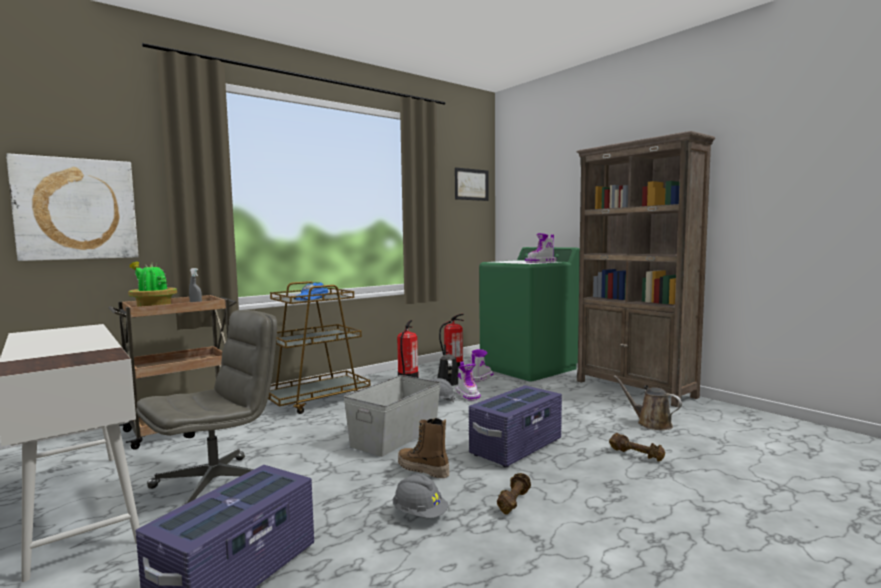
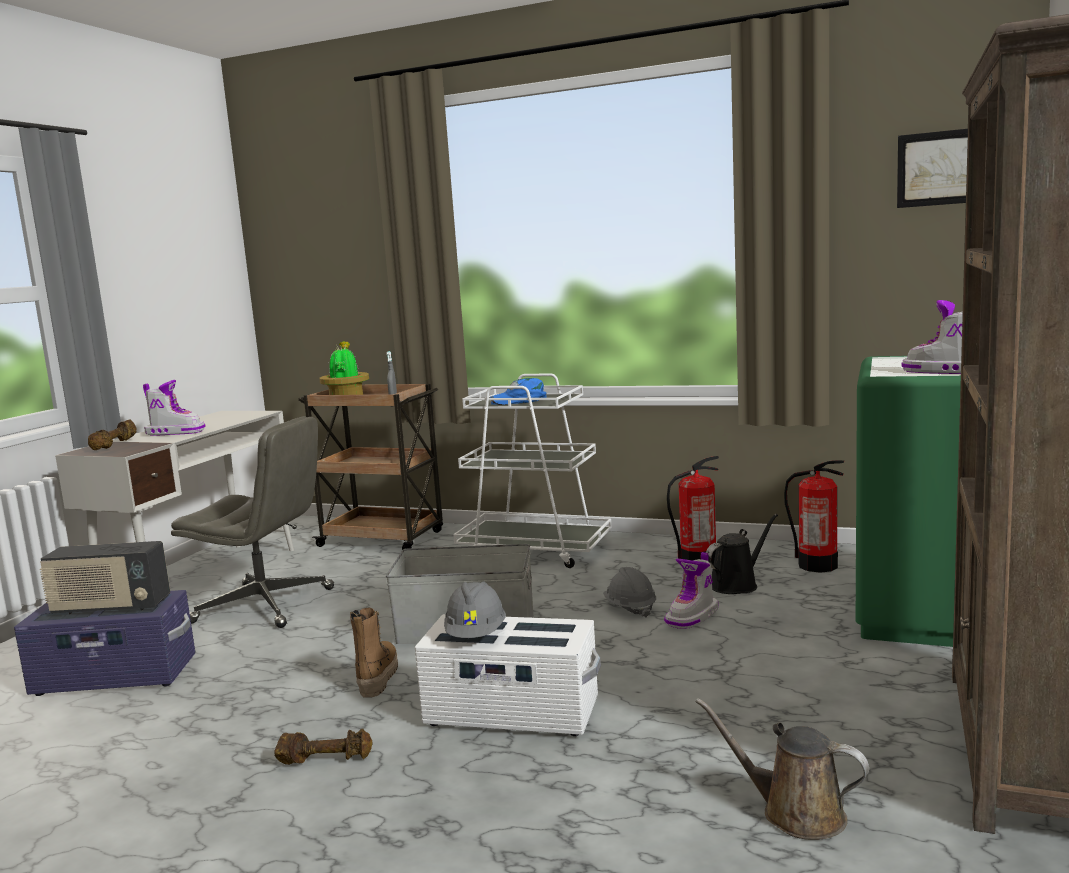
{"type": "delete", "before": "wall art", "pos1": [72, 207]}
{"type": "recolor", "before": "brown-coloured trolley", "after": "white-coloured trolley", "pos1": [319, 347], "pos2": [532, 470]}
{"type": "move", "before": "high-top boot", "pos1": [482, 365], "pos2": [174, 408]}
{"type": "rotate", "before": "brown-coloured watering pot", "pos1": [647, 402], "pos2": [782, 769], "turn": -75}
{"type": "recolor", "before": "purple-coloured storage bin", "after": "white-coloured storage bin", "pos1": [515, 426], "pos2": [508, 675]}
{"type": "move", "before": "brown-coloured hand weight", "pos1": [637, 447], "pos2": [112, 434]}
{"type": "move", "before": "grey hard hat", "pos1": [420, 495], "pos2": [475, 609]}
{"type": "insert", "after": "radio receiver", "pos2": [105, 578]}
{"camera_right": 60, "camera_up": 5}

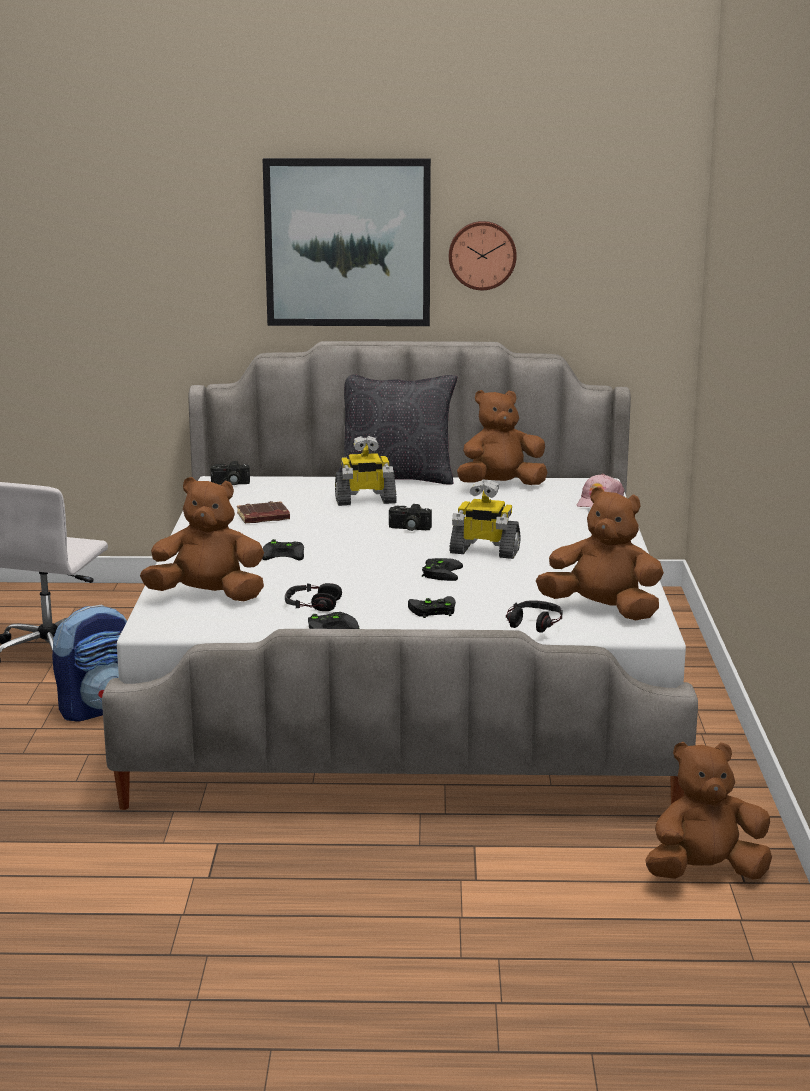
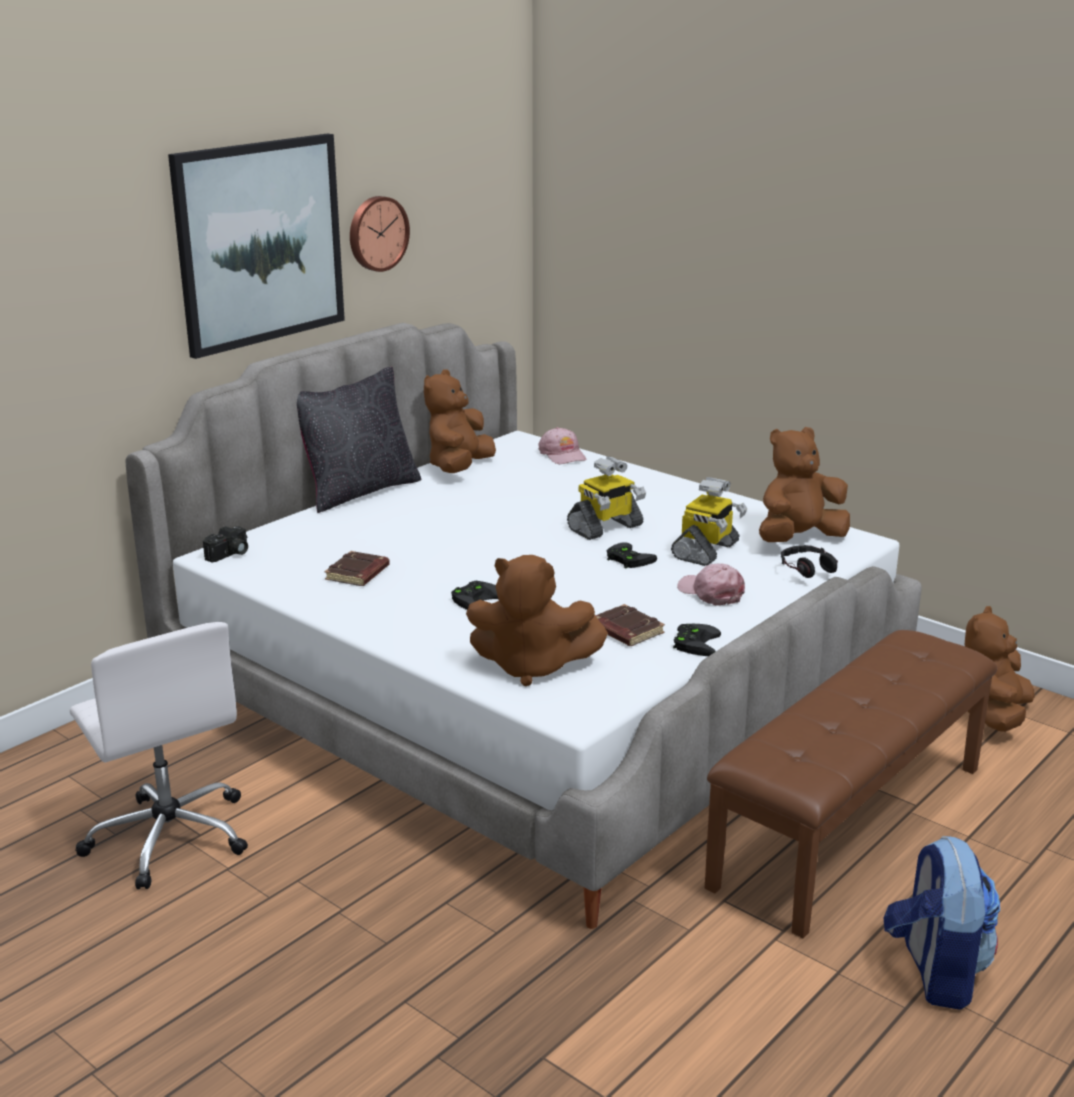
{"type": "move", "before": "toy robot", "pos1": [366, 471], "pos2": [709, 521]}
{"type": "rotate", "before": "brown-coloured plush toy", "pos1": [202, 539], "pos2": [537, 620], "turn": -120}
{"type": "delete", "before": "photo camera", "pos1": [410, 517]}
{"type": "replace", "before": "headphones", "after": "brown-coloured volume", "pos1": [313, 597], "pos2": [630, 625]}
{"type": "replace", "before": "black-coloured gamepad", "after": "pink baseball cap", "pos1": [432, 607], "pos2": [711, 585]}
{"type": "move", "before": "rucksack", "pos1": [89, 663], "pos2": [942, 922]}
{"type": "insert", "after": "brown-coloured bench", "pos2": [851, 784]}
{"camera_right": -50, "camera_up": 5}

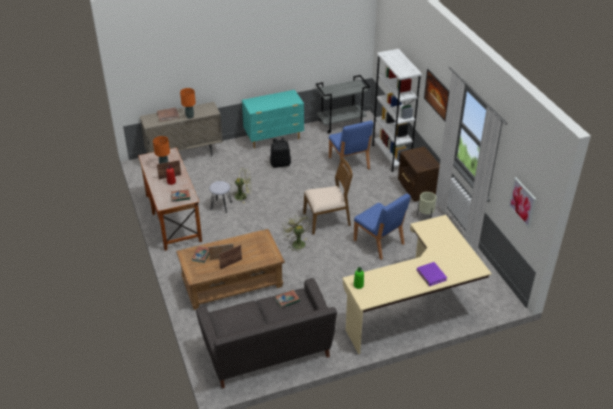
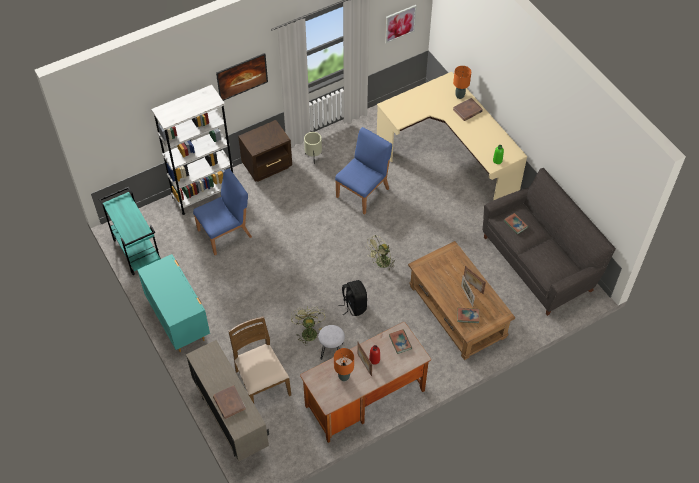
{"type": "recolor", "before": "grey trolley", "after": "turquoise-coloured trolley", "pos1": [343, 104], "pos2": [130, 231]}
{"type": "move", "before": "orange tabletop lamp", "pos1": [188, 103], "pos2": [462, 82]}
{"type": "move", "before": "black-coloured rucksack", "pos1": [280, 152], "pos2": [352, 298]}
{"type": "move", "before": "brown-coloured chair", "pos1": [328, 196], "pos2": [259, 359]}
{"type": "recolor", "before": "purple-coloured volume", "after": "brown-coloured volume", "pos1": [432, 274], "pos2": [468, 109]}
{"camera_right": -100, "camera_up": 15}

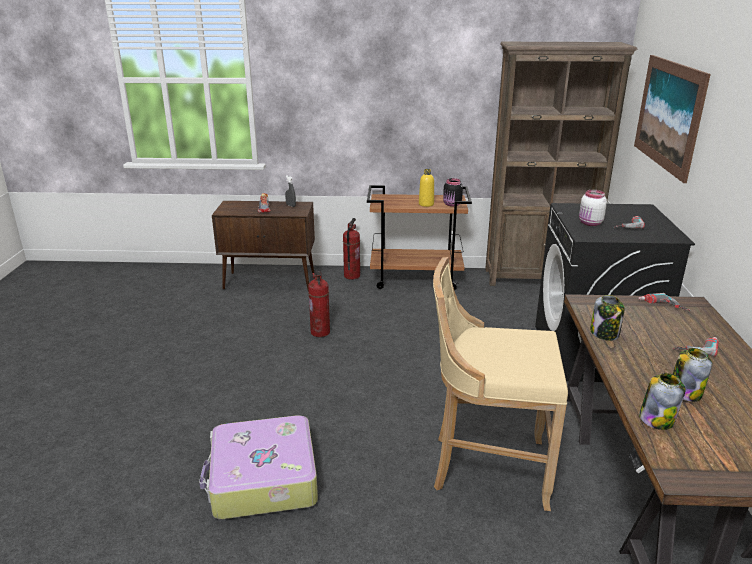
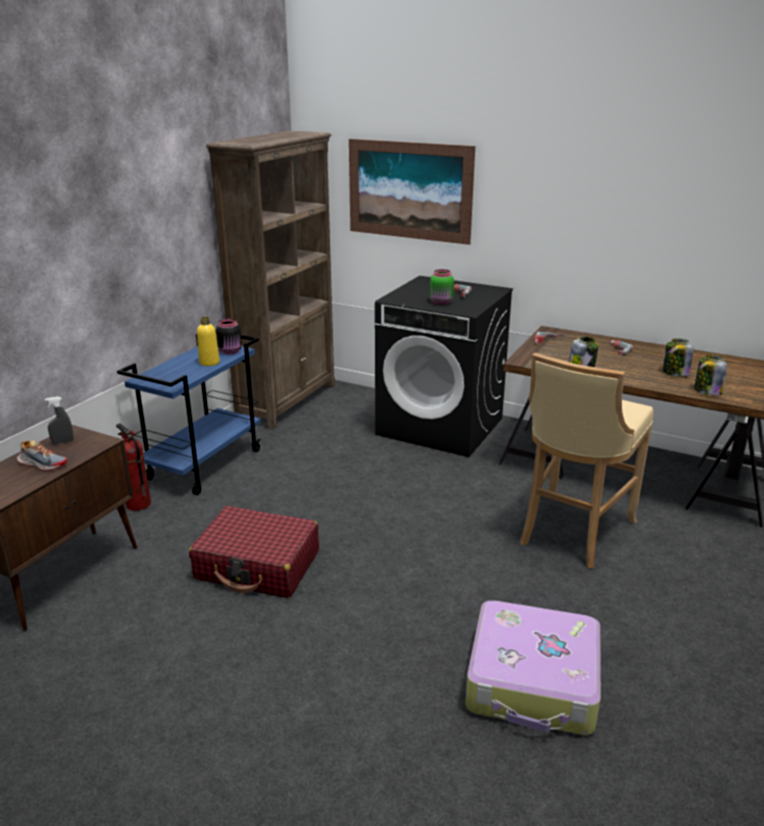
{"type": "recolor", "before": "brown-coloured trolley", "after": "blue trolley", "pos1": [419, 237], "pos2": [189, 412]}
{"type": "recolor", "before": "white-coloured preserve jar", "after": "green-coloured preserve jar", "pos1": [593, 208], "pos2": [442, 287]}
{"type": "replace", "before": "extinguisher", "after": "reddish piece of luggage", "pos1": [319, 304], "pos2": [254, 552]}
{"camera_right": -65, "camera_up": 0}

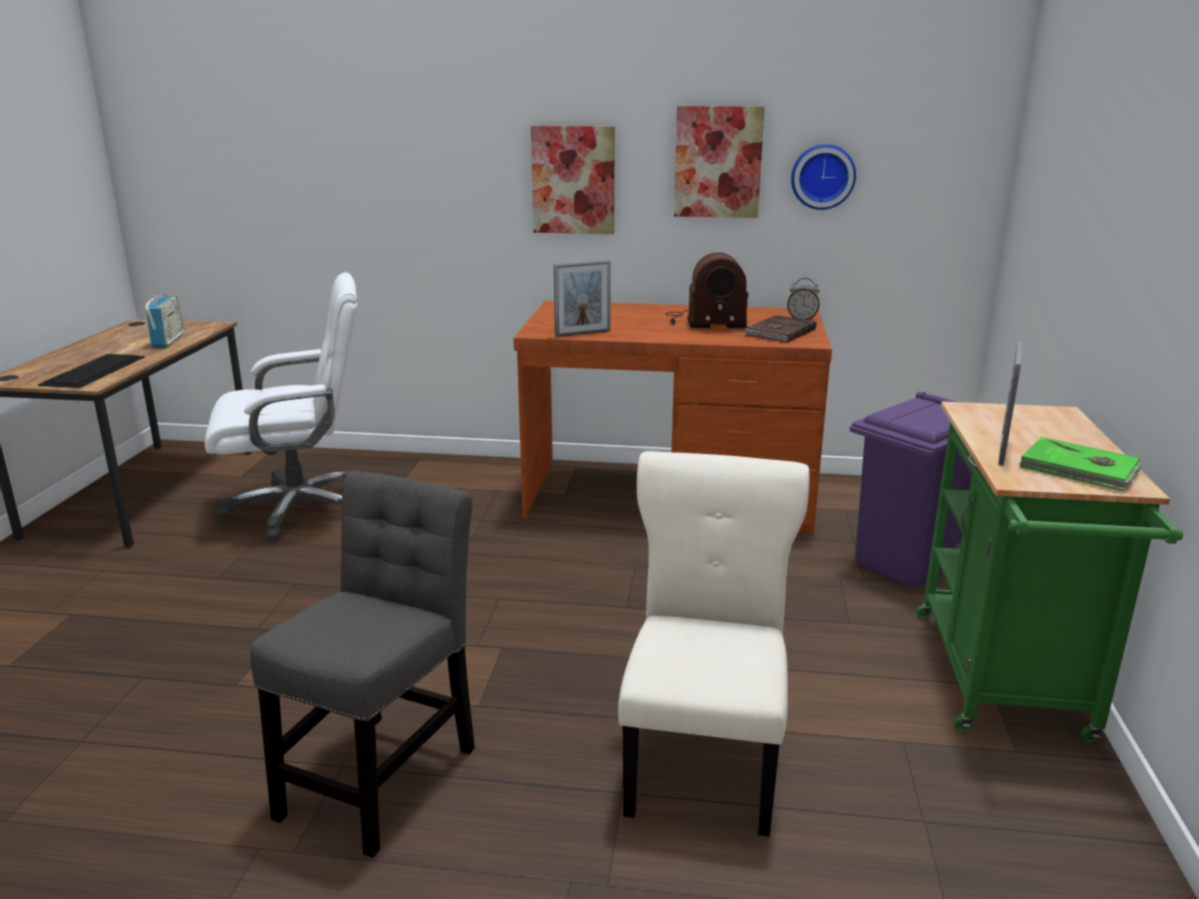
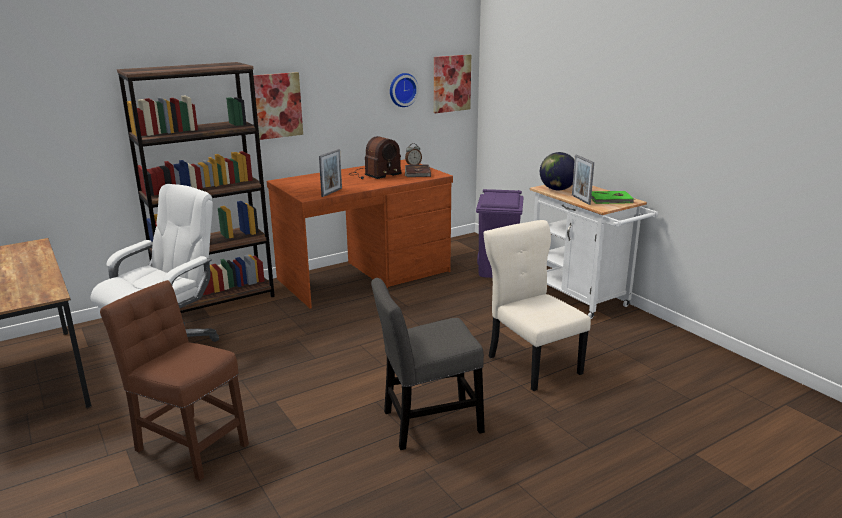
{"type": "move", "before": "wall art", "pos1": [719, 162], "pos2": [452, 84]}
{"type": "delete", "before": "radio receiver", "pos1": [164, 321]}
{"type": "delete", "before": "computer keyboard", "pos1": [91, 371]}
{"type": "recolor", "before": "green-coloured trolley", "after": "white-coloured trolley", "pos1": [1049, 572], "pos2": [594, 252]}
{"type": "rotate", "before": "grey chair", "pos1": [362, 664], "pos2": [428, 364], "turn": -90}
{"type": "insert", "after": "brown-coloured bookshelf", "pos2": [196, 187]}
{"type": "insert", "after": "desk globe", "pos2": [557, 171]}
{"type": "insert", "after": "brown-coloured chair", "pos2": [174, 380]}
{"camera_right": -40, "camera_up": 0}

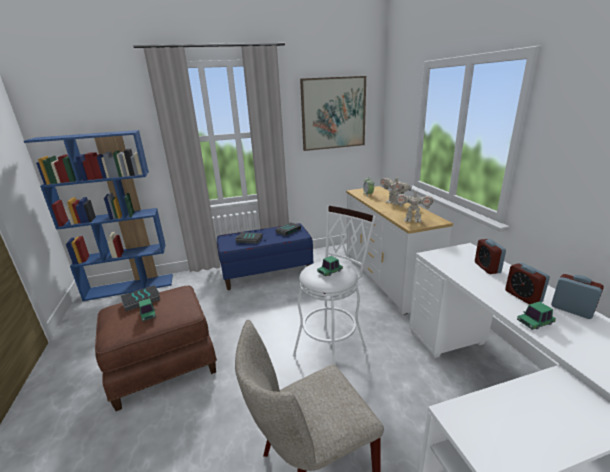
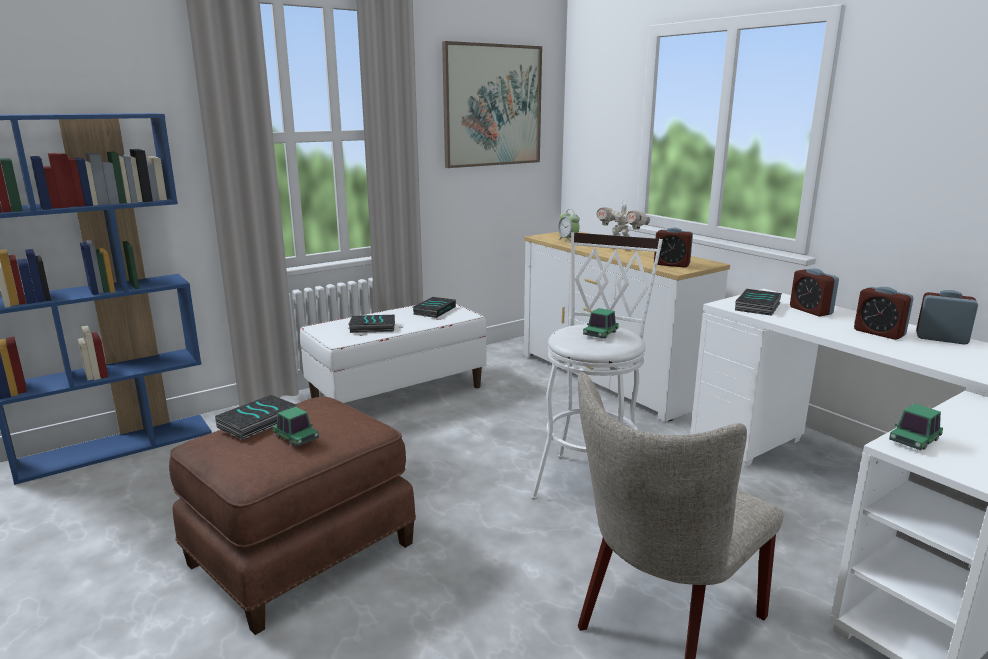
{"type": "replace", "before": "toy robot", "after": "bedside clock", "pos1": [415, 205], "pos2": [673, 248]}
{"type": "recolor", "before": "blue bench", "after": "white-coloured bench", "pos1": [265, 256], "pos2": [393, 354]}
{"type": "move", "before": "model car", "pos1": [536, 316], "pos2": [916, 427]}
{"type": "insert", "after": "volume", "pos2": [758, 302]}
{"camera_right": -20, "camera_up": -5}

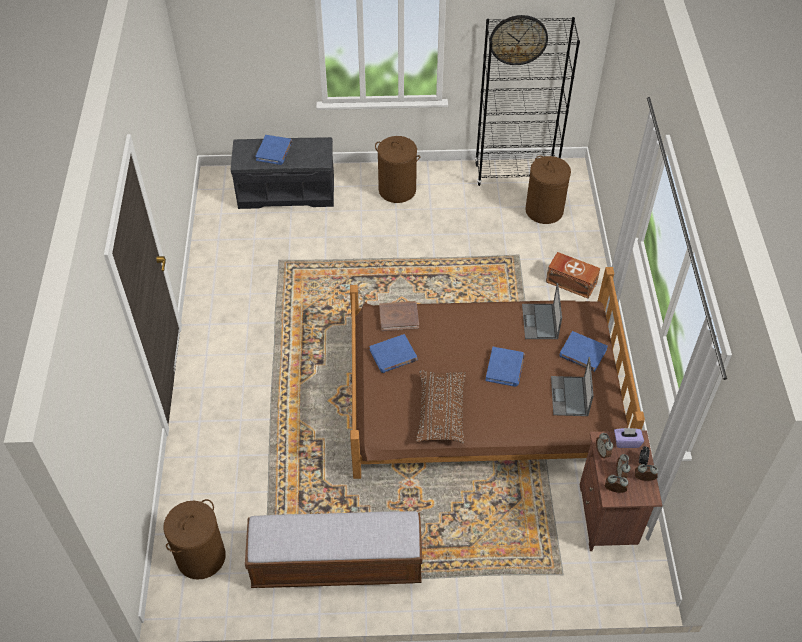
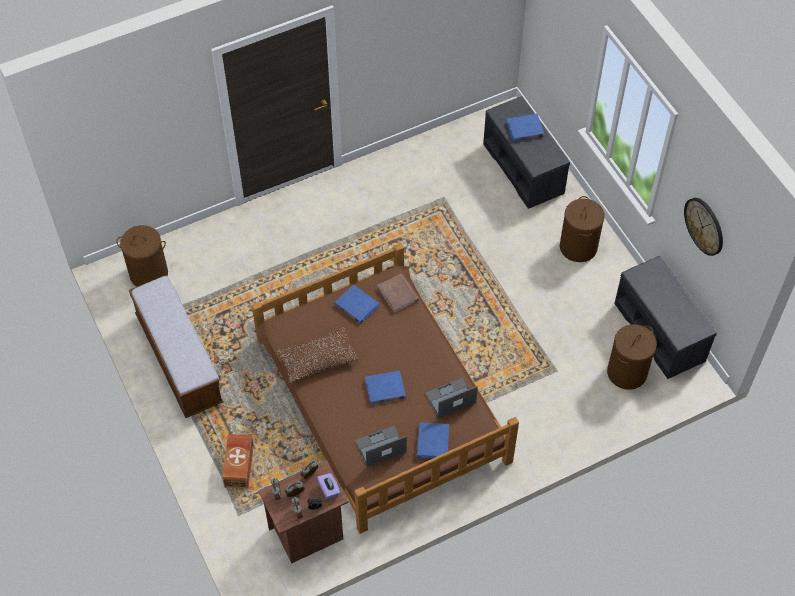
{"type": "replace", "before": "black-coloured bookshelf", "after": "grey bench", "pos1": [527, 101], "pos2": [665, 317]}
{"type": "move", "before": "brown-coloured storage bin", "pos1": [573, 275], "pos2": [238, 461]}
{"camera_right": 65, "camera_up": 5}

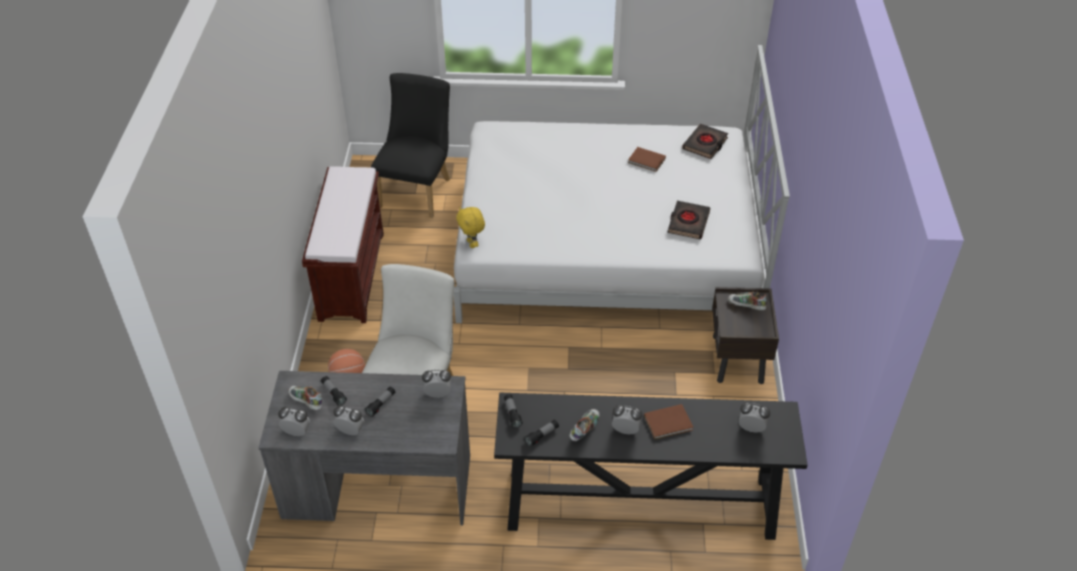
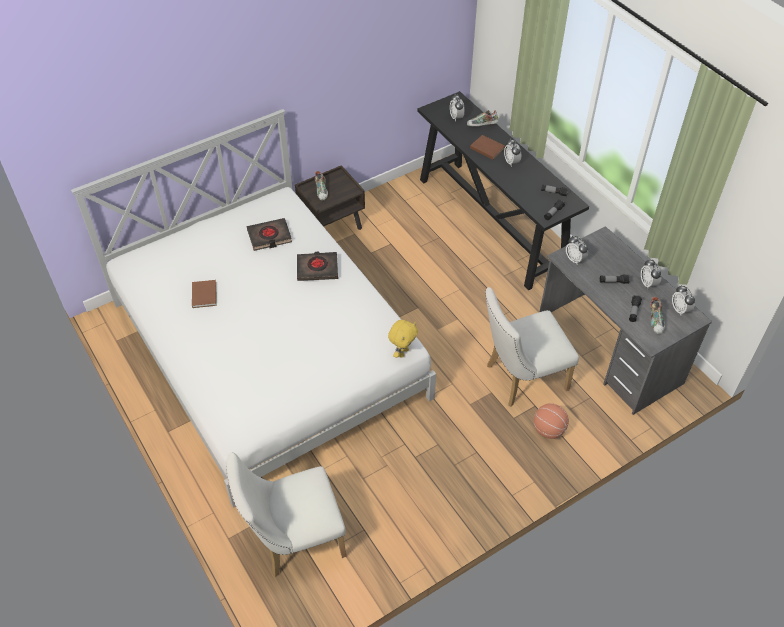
{"type": "recolor", "before": "black-coloured chair", "after": "white-coloured chair", "pos1": [410, 145], "pos2": [286, 514]}
{"type": "move", "before": "black-coloured volume", "pos1": [705, 141], "pos2": [317, 266]}
{"type": "delete", "before": "brown-coloured bench", "pos1": [343, 244]}
{"type": "move", "before": "low shoe", "pos1": [584, 425], "pos2": [482, 118]}
{"camera_right": -125, "camera_up": 5}

